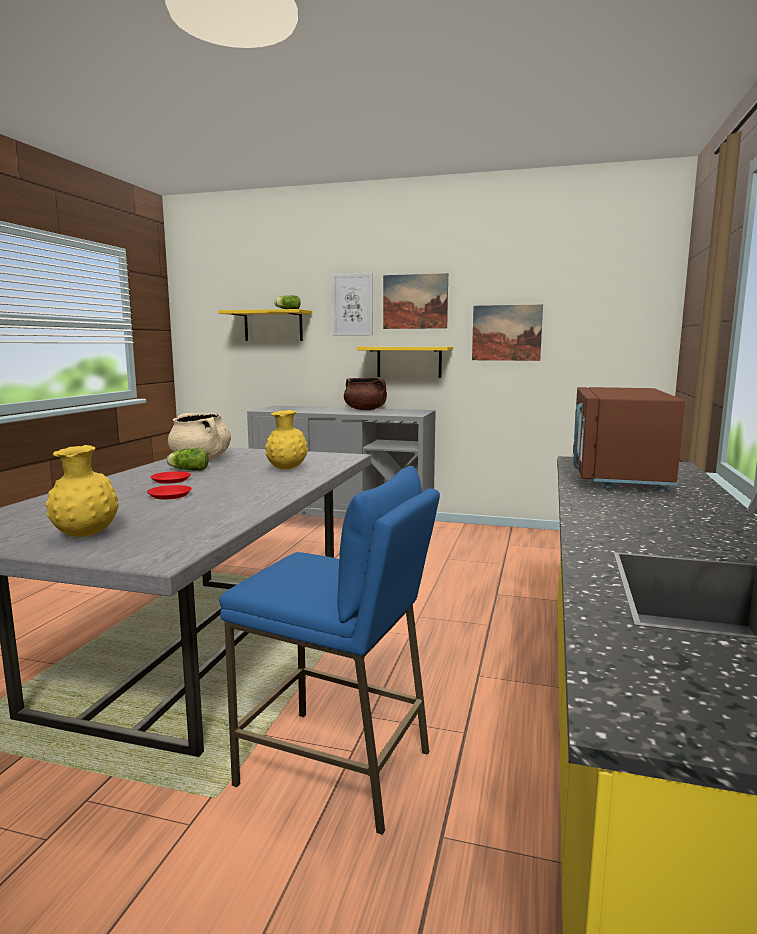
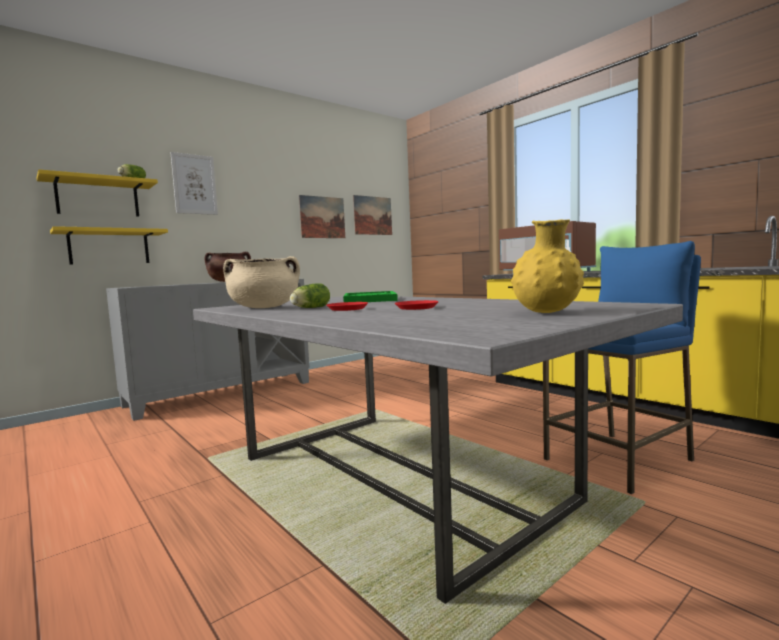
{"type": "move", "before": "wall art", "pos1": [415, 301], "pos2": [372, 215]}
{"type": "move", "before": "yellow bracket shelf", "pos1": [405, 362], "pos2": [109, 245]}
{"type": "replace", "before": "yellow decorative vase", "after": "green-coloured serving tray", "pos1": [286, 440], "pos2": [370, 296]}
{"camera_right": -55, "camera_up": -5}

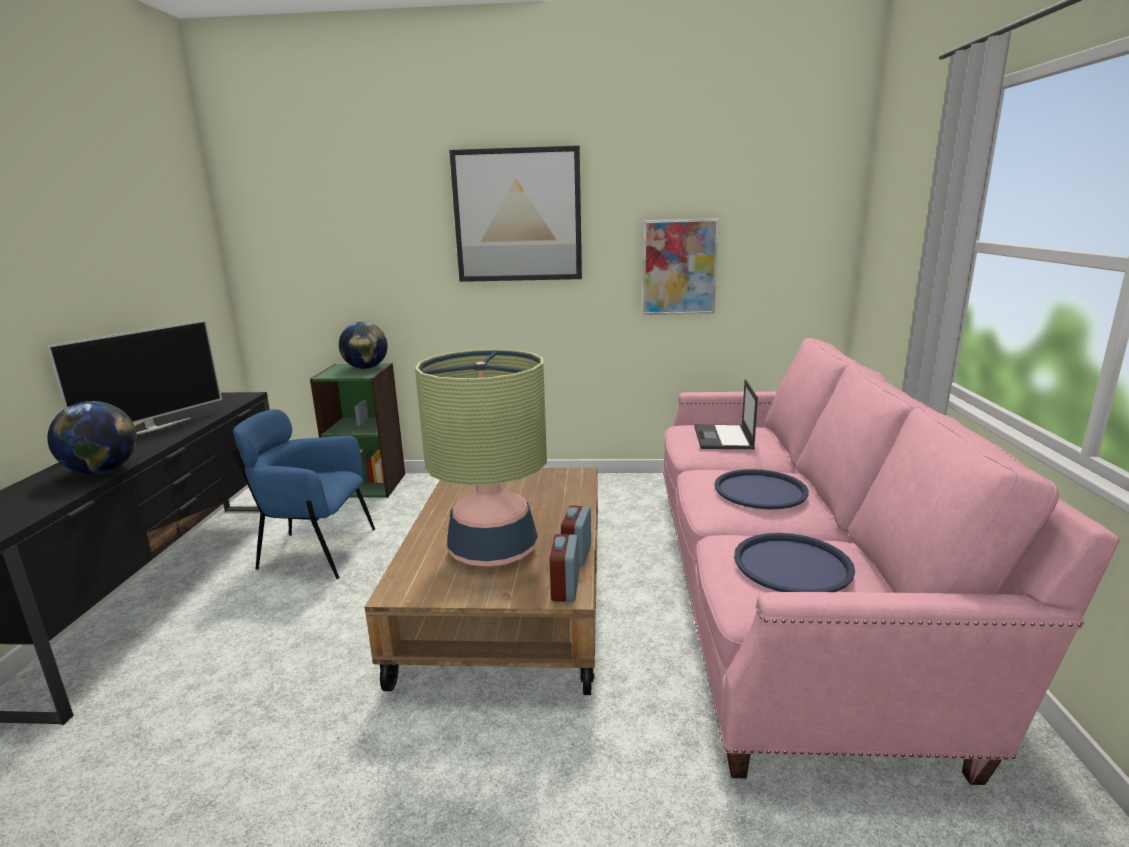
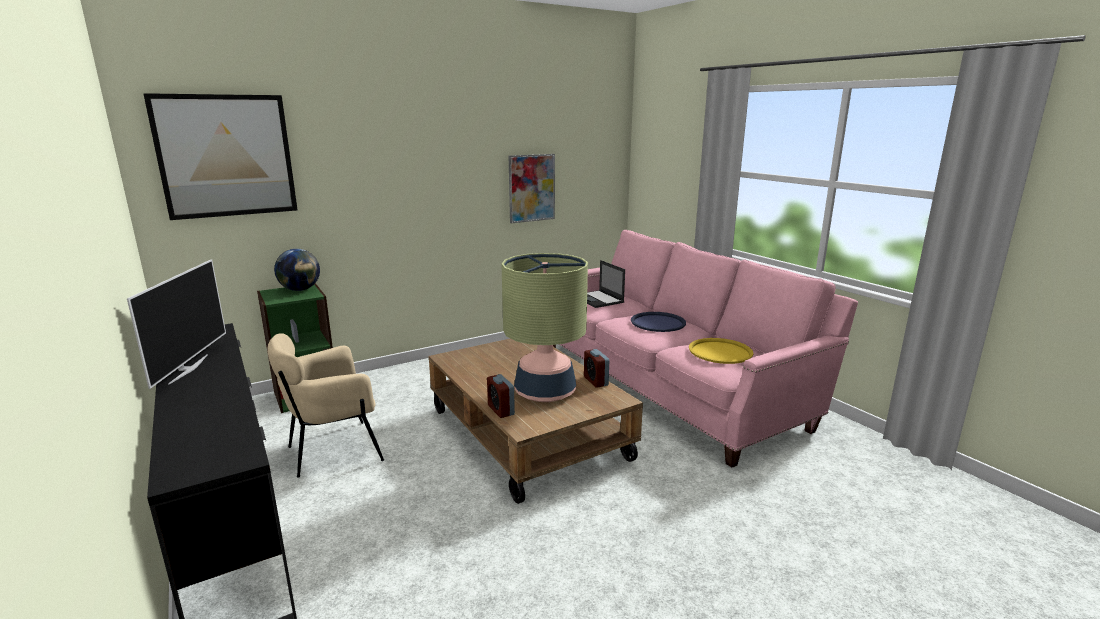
{"type": "move", "before": "wall art", "pos1": [515, 214], "pos2": [220, 156]}
{"type": "delete", "before": "desk globe", "pos1": [92, 437]}
{"type": "recolor", "before": "blue easy chair", "after": "beige-coloured easy chair", "pos1": [303, 494], "pos2": [326, 405]}
{"type": "recolor", "before": "blue serving tray", "after": "yellow serving tray", "pos1": [794, 562], "pos2": [721, 351]}
{"type": "move", "before": "bedside clock", "pos1": [564, 568], "pos2": [501, 396]}
{"camera_right": -35, "camera_up": 0}

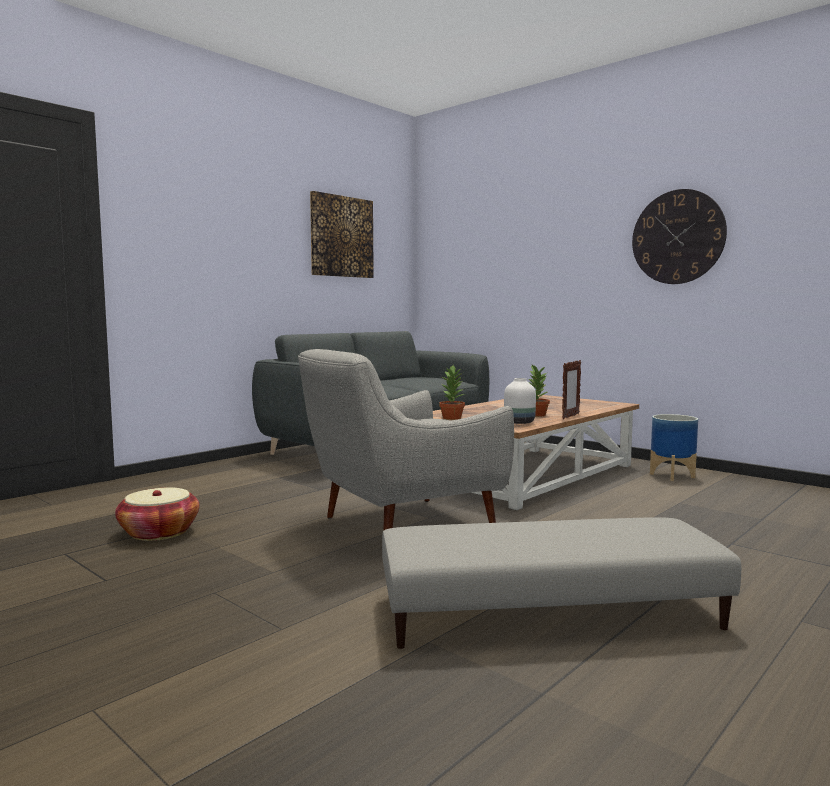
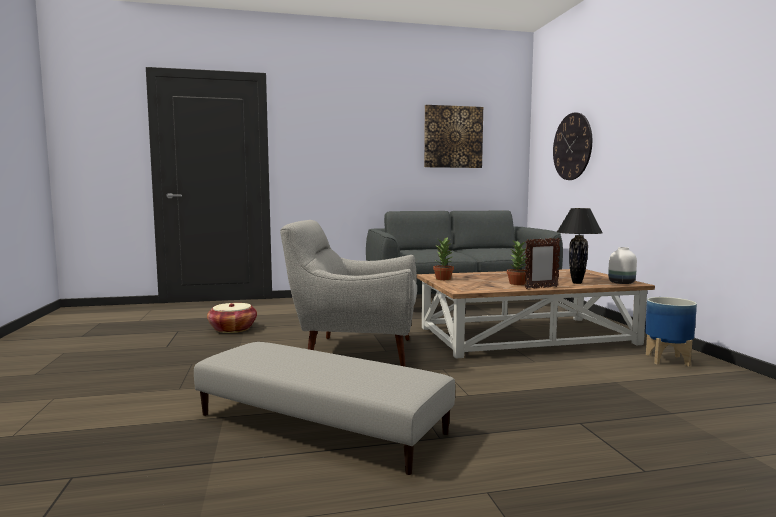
{"type": "move", "before": "wall clock", "pos1": [679, 236], "pos2": [572, 146]}
{"type": "move", "before": "white-coloured decorative vase", "pos1": [520, 401], "pos2": [622, 265]}
{"type": "insert", "after": "black-coloured tabletop lamp", "pos2": [580, 246]}
{"camera_right": 35, "camera_up": 0}

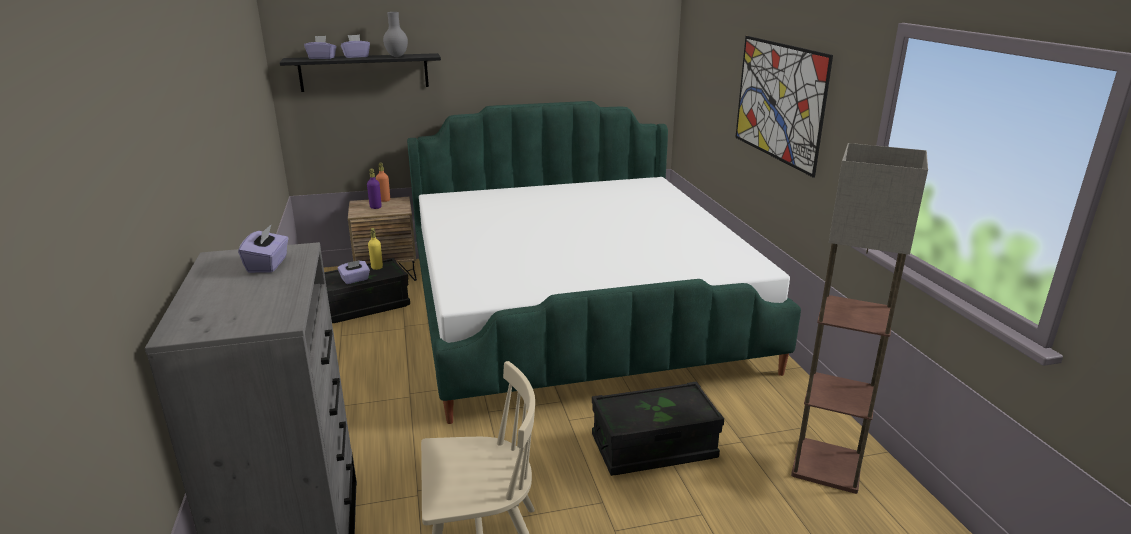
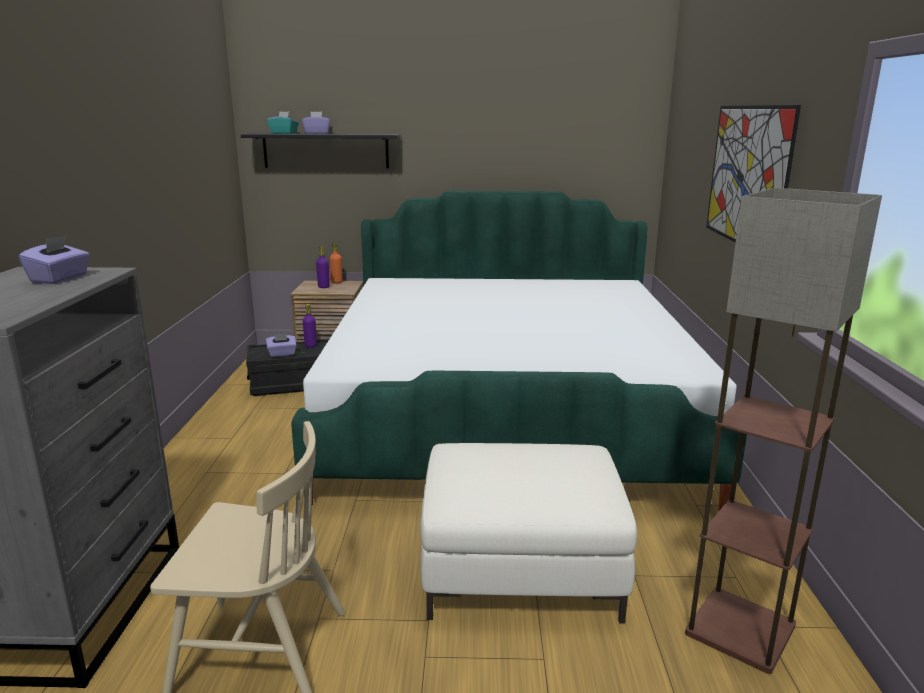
{"type": "delete", "before": "grey decorative vase", "pos1": [395, 34]}
{"type": "recolor", "before": "purple-coloured tissue holder", "after": "turquoise-coloured tissue holder", "pos1": [320, 47], "pos2": [283, 122]}
{"type": "recolor", "before": "yellow drink bottle", "after": "purple-coloured drink bottle", "pos1": [375, 249], "pos2": [310, 326]}
{"type": "replace", "before": "black-coloured storage bin", "after": "white-coloured ottoman", "pos1": [658, 428], "pos2": [529, 533]}
{"camera_right": 15, "camera_up": -5}

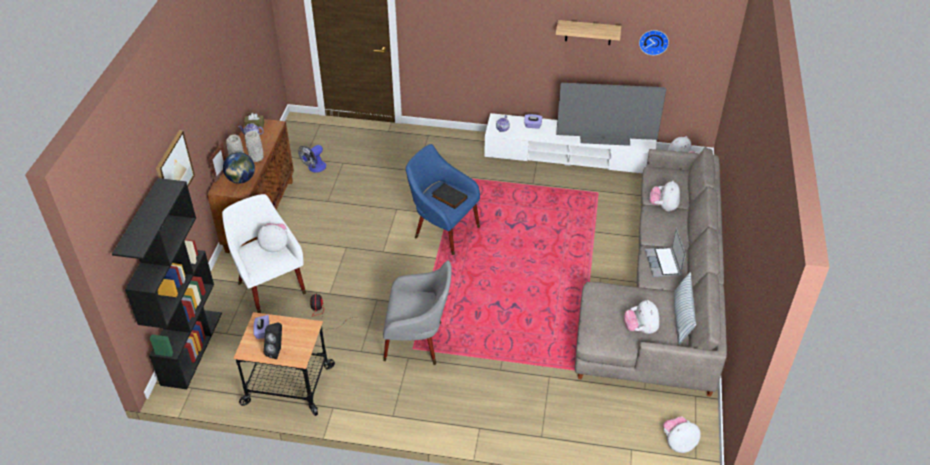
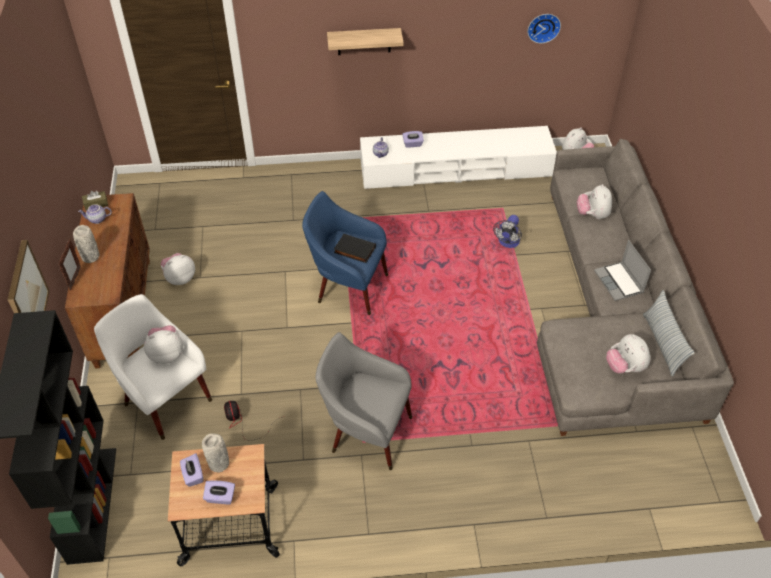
{"type": "move", "before": "bracket shelf", "pos1": [588, 32], "pos2": [365, 41]}
{"type": "delete", "before": "television", "pos1": [611, 114]}
{"type": "move", "before": "grey decorative vase", "pos1": [254, 146], "pos2": [215, 453]}
{"type": "move", "before": "electric fan", "pos1": [312, 159], "pos2": [507, 231]}
{"type": "delete", "before": "desk globe", "pos1": [239, 168]}
{"type": "rotate", "before": "grey easy chair", "pos1": [417, 313], "pos2": [364, 401], "turn": -150}
{"type": "replace", "before": "black-coloured audio speaker", "after": "purple-coloured tissue holder", "pos1": [273, 340], "pos2": [219, 492]}
{"type": "move", "before": "plush toy", "pos1": [682, 434], "pos2": [178, 269]}
{"camera_right": -15, "camera_up": 5}

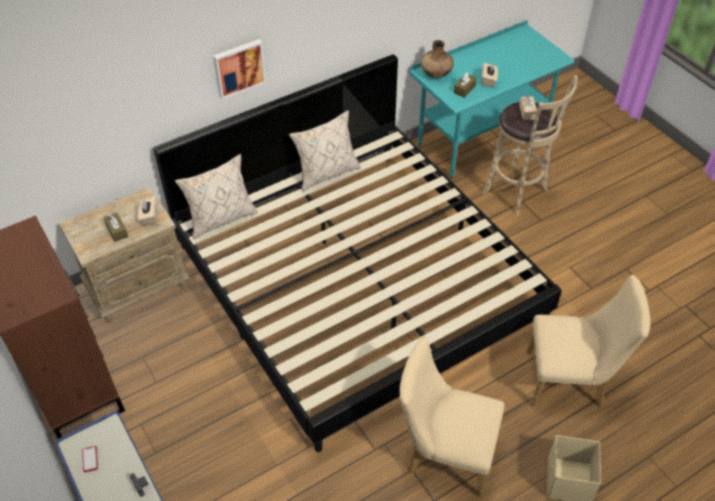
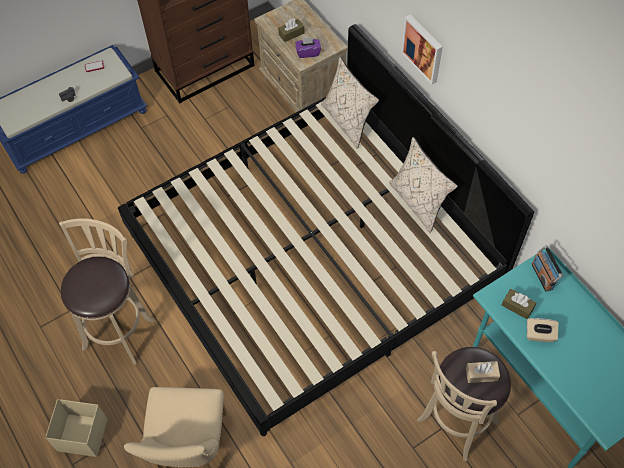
{"type": "replace", "before": "brown-coloured decorative vase", "after": "radio receiver", "pos1": [437, 59], "pos2": [547, 269]}
{"type": "recolor", "before": "beige-coloured tissue holder", "after": "purple-coloured tissue holder", "pos1": [148, 211], "pos2": [308, 47]}
{"type": "replace", "before": "beige-coloured chair", "after": "beige-coloured stool seat", "pos1": [452, 417], "pos2": [107, 291]}
{"camera_right": 90, "camera_up": 10}

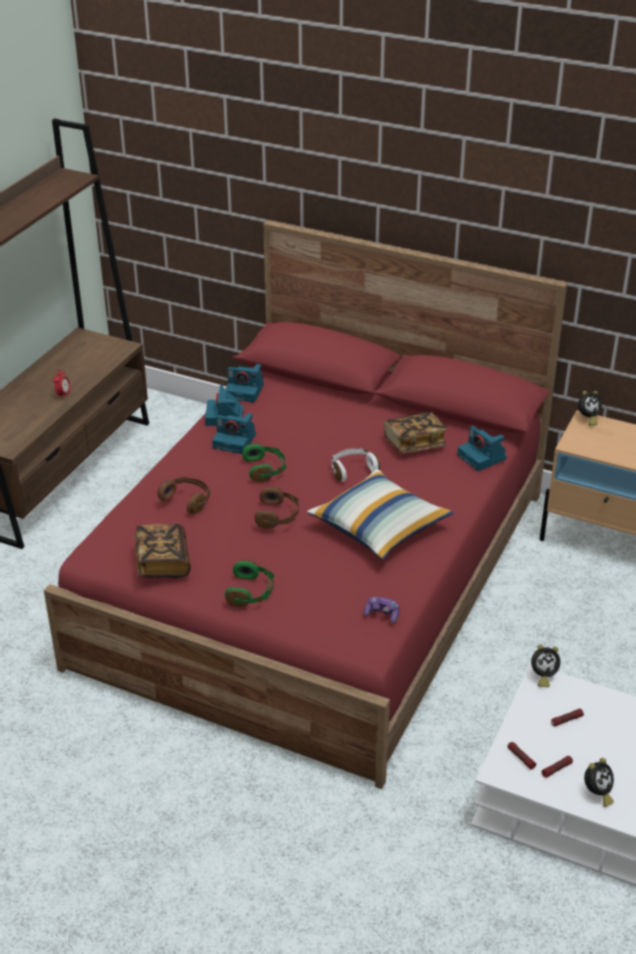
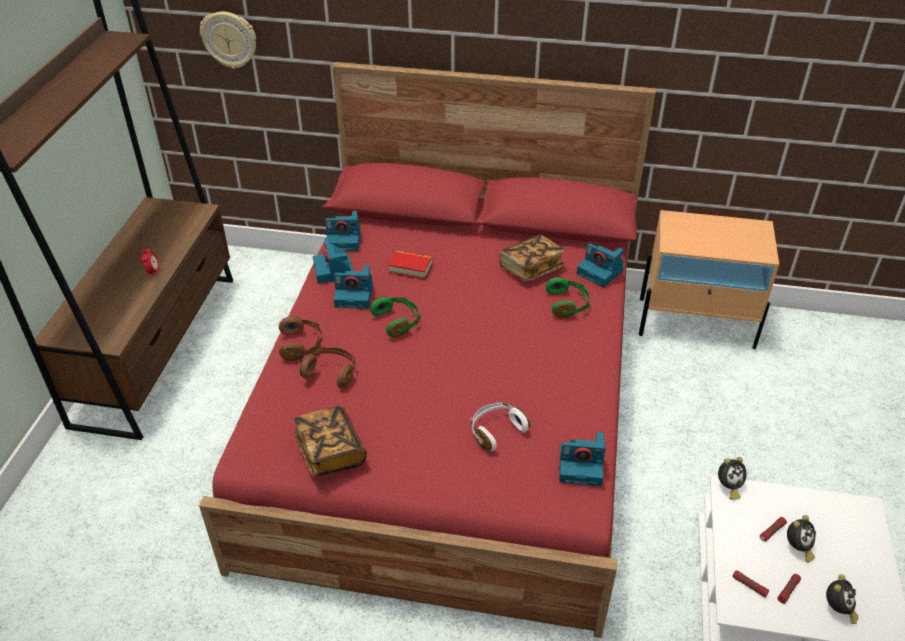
{"type": "move", "before": "bedside clock", "pos1": [590, 408], "pos2": [801, 538]}
{"type": "move", "before": "white-coloured headphones", "pos1": [355, 465], "pos2": [500, 426]}
{"type": "delete", "before": "cushion", "pos1": [380, 514]}
{"type": "move", "before": "brown-coloured headphones", "pos1": [277, 508], "pos2": [300, 338]}
{"type": "move", "before": "green-coloured headphones", "pos1": [249, 583], "pos2": [568, 297]}
{"type": "replace", "before": "gamepad", "after": "photo camera", "pos1": [381, 610], "pos2": [582, 458]}
{"type": "insert", "after": "wall clock", "pos2": [228, 40]}
{"type": "insert", "after": "volume", "pos2": [410, 265]}
{"camera_right": -15, "camera_up": 5}

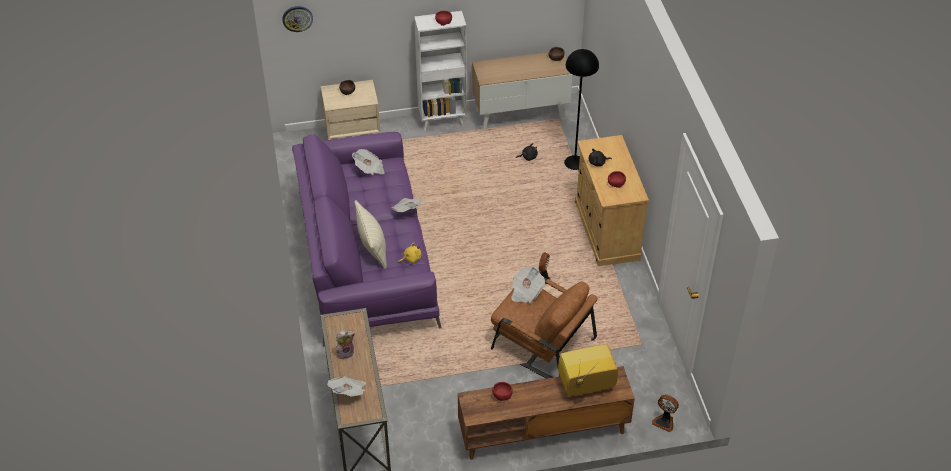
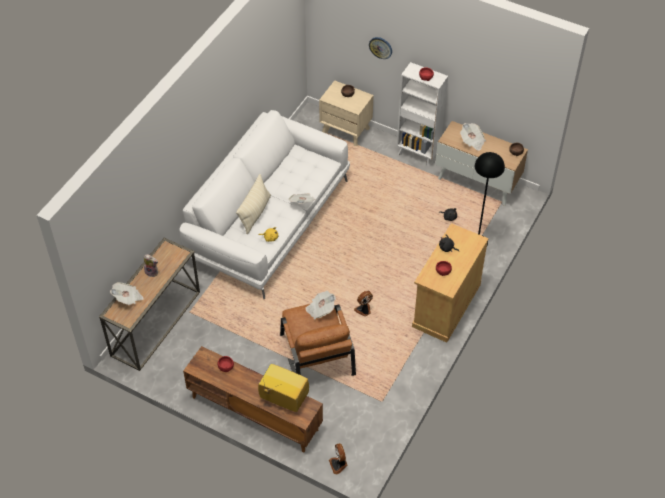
{"type": "move", "before": "wall clock", "pos1": [297, 19], "pos2": [380, 48]}
{"type": "recolor", "before": "purple-coloured couch", "after": "white-coloured couch", "pos1": [366, 239], "pos2": [265, 204]}
{"type": "move", "before": "daily paper", "pos1": [368, 162], "pos2": [473, 137]}
{"camera_right": 40, "camera_up": 5}

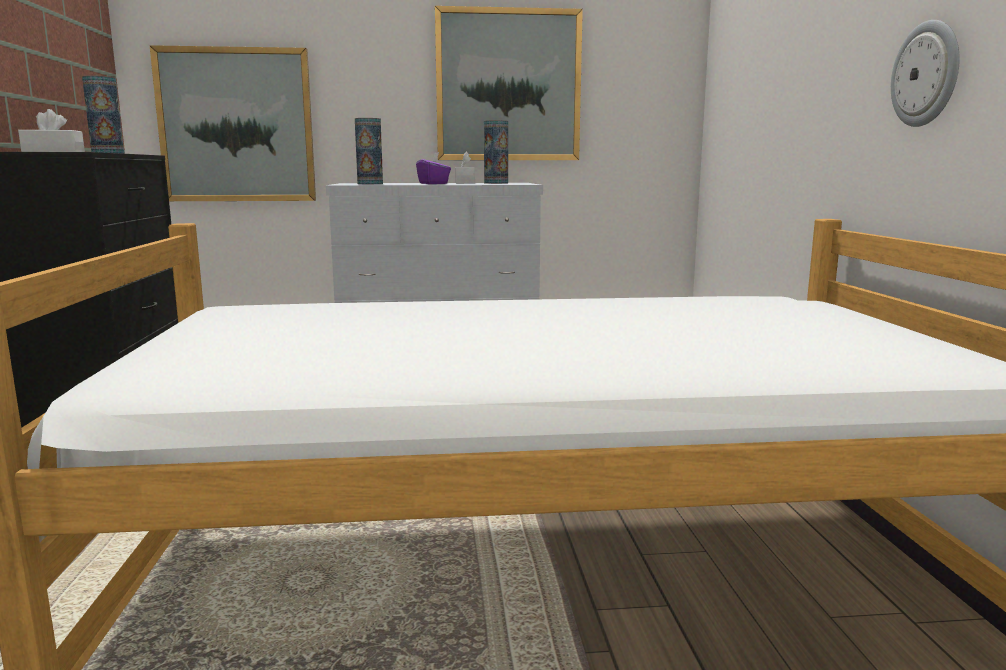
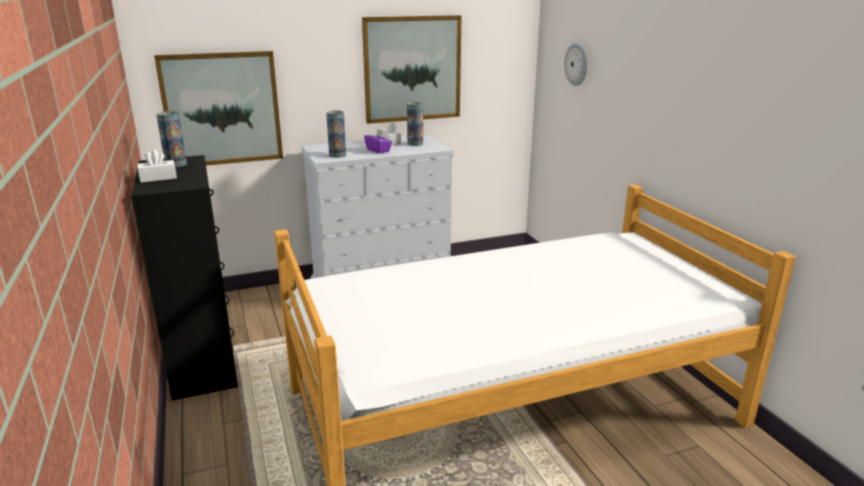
{"type": "move", "before": "wall clock", "pos1": [925, 73], "pos2": [576, 64]}
{"camera_right": -15, "camera_up": 10}

